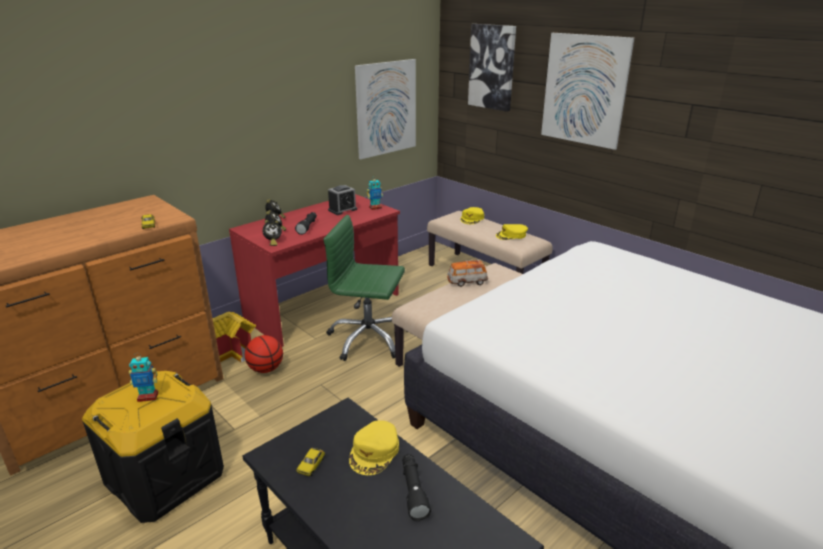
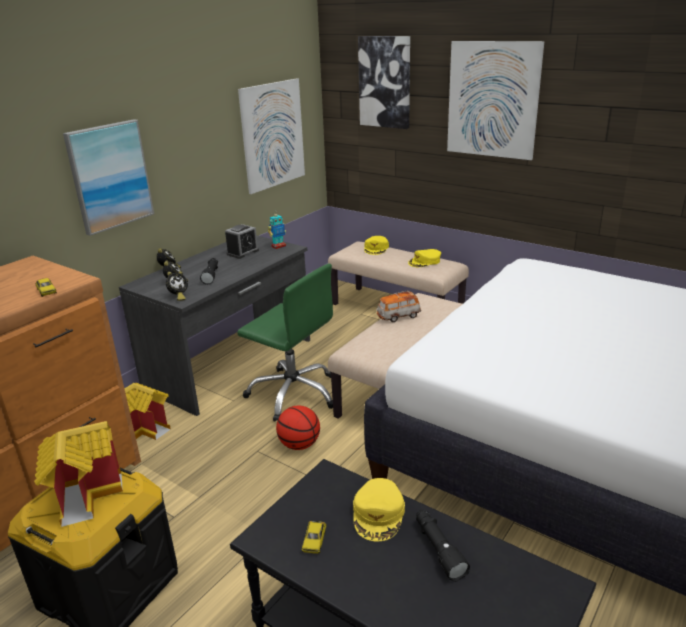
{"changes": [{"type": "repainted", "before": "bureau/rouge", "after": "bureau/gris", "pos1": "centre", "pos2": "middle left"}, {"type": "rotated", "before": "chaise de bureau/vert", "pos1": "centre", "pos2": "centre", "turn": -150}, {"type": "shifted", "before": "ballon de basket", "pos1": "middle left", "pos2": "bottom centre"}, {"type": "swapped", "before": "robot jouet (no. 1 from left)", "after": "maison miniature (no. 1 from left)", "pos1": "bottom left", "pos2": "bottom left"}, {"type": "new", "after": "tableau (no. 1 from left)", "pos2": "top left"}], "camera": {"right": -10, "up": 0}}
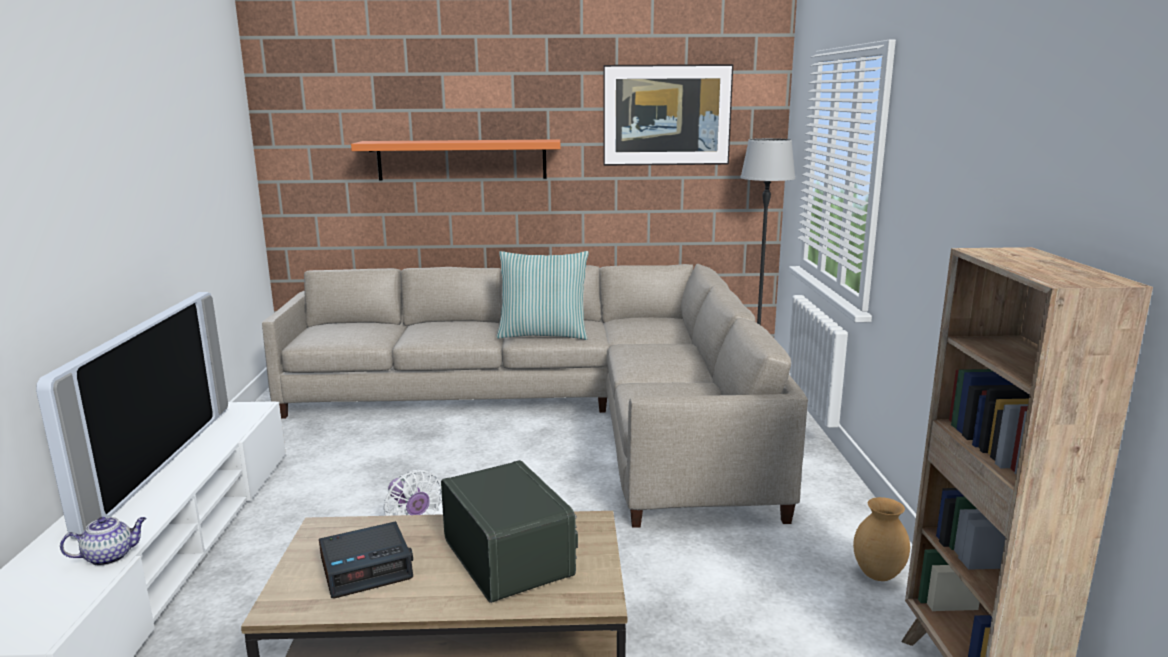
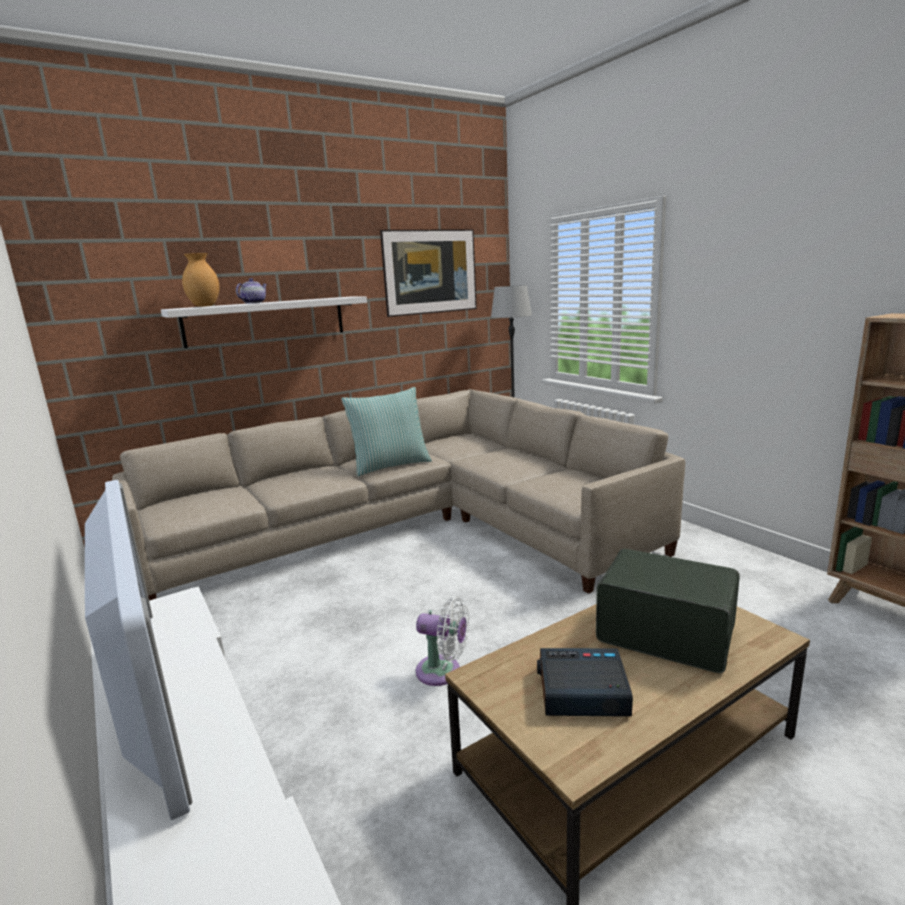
{"changes": [{"type": "repainted", "before": "étagère/orange", "after": "étagère/blanc", "pos1": "top centre", "pos2": "middle left"}, {"type": "shifted", "before": "vase/marron", "pos1": "bottom right", "pos2": "top left"}, {"type": "shifted", "before": "théière", "pos1": "bottom left", "pos2": "top left"}, {"type": "rotated", "before": "réveil", "pos1": "bottom left", "pos2": "bottom centre", "turn": -120}], "camera": {"right": -30, "up": 0}}
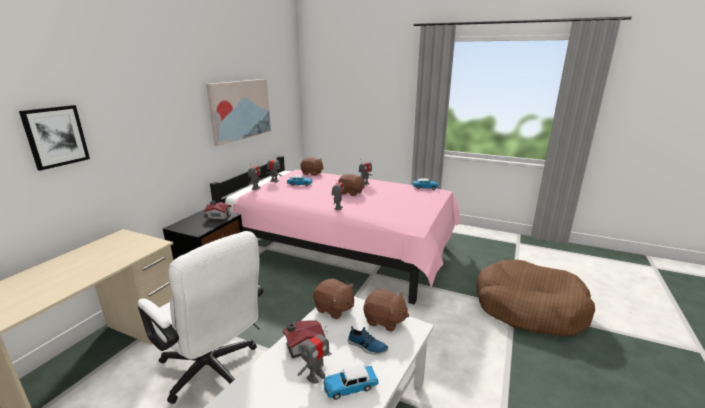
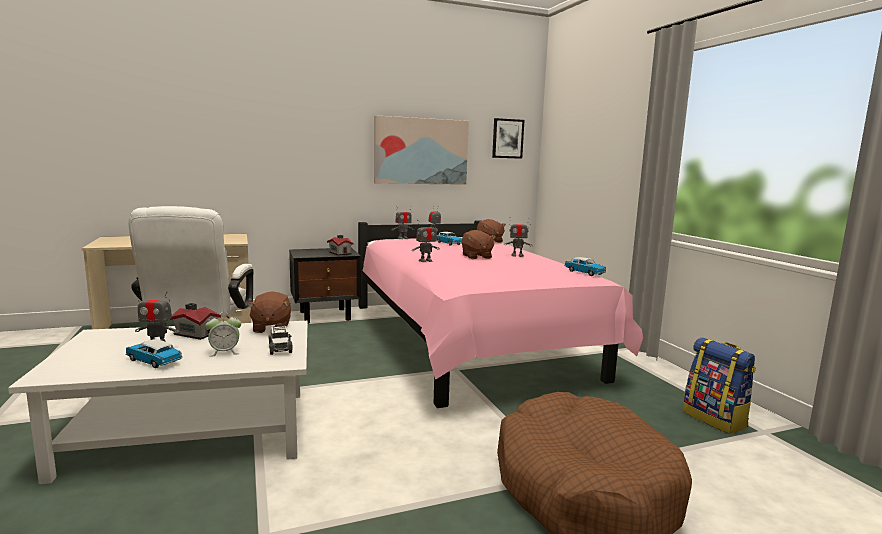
{"changes": [{"type": "shifted", "before": "tableau (no. 1 from left in the first image)", "after": "tableau (no. 2 from left)", "pos1": "middle left", "pos2": "top centre"}, {"type": "swapped", "before": "peluche/marron (no. 4 from left)", "after": "petite voiture (no. 2 from left)", "pos1": "bottom centre", "pos2": "middle left"}, {"type": "swapped", "before": "chaussure", "after": "réveil", "pos1": "bottom centre", "pos2": "middle left"}, {"type": "new", "after": "sac à dos", "pos2": "bottom right"}], "camera": {"right": 45, "up": -10}}
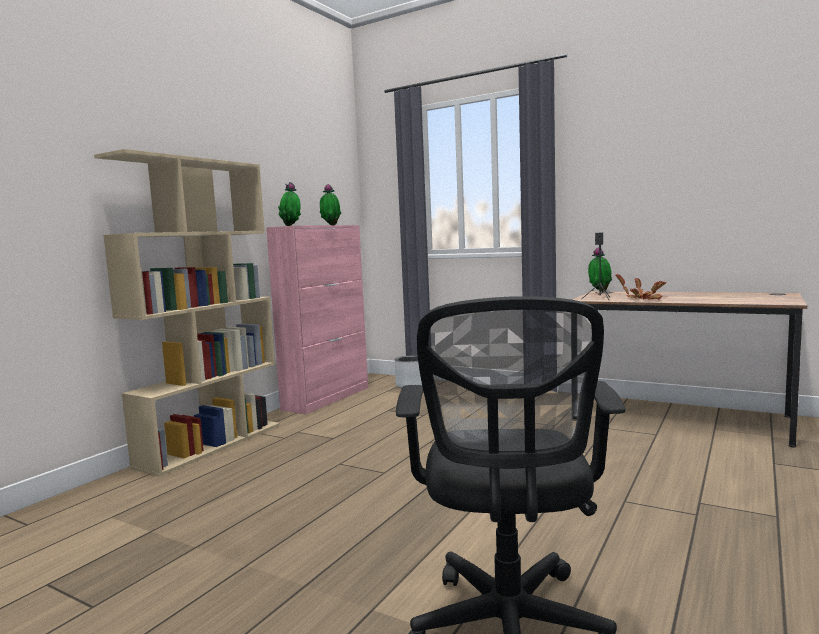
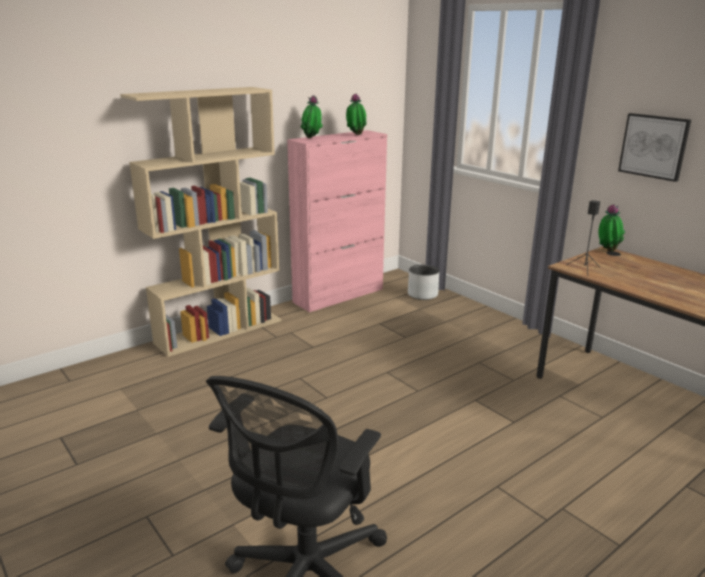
{"changes": [{"type": "gone", "before": "plante en pot (no. 4 from left)", "pos1": "middle right"}, {"type": "new", "after": "tableau", "pos2": "top right"}], "camera": {"right": 20, "up": 15}}
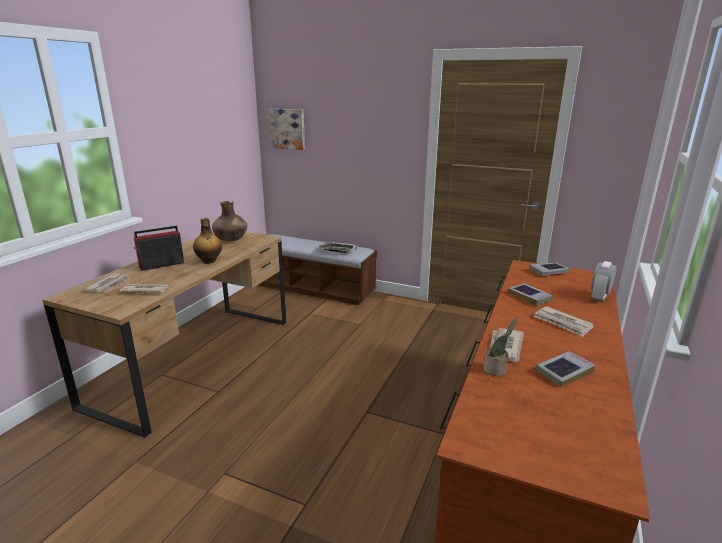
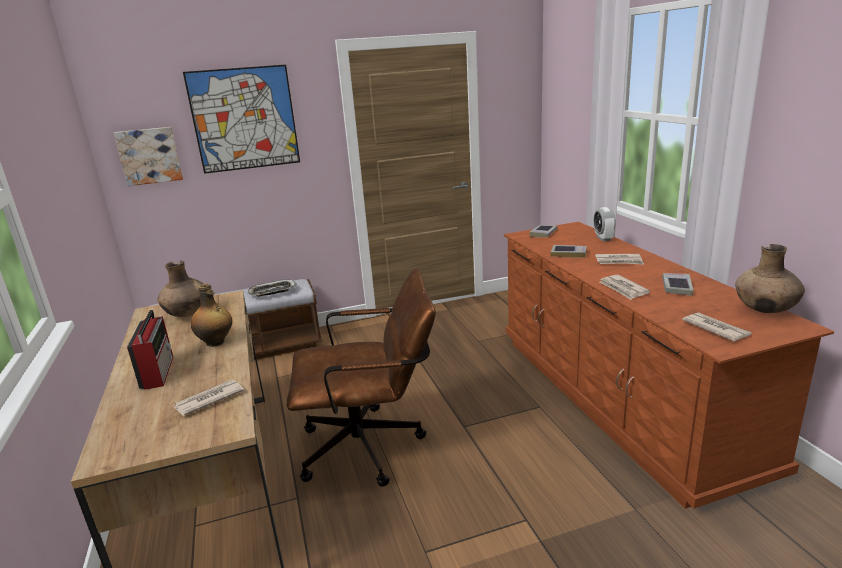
{"changes": [{"type": "rotated", "before": "radio", "pos1": "middle left", "pos2": "middle left", "turn": 150}, {"type": "shifted", "before": "journal (no. 1 from left in the first image)", "after": "journal (no. 4 from left)", "pos1": "middle left", "pos2": "middle right"}, {"type": "gone", "before": "plante en pot", "pos1": "middle right"}, {"type": "new", "after": "tableau (no. 2 from left)", "pos2": "top left"}, {"type": "new", "after": "vase/marron (no. 2 from left)", "pos2": "middle right"}, {"type": "new", "after": "chaise de bureau/marron", "pos2": "centre"}], "camera": {"right": -40, "up": 0}}
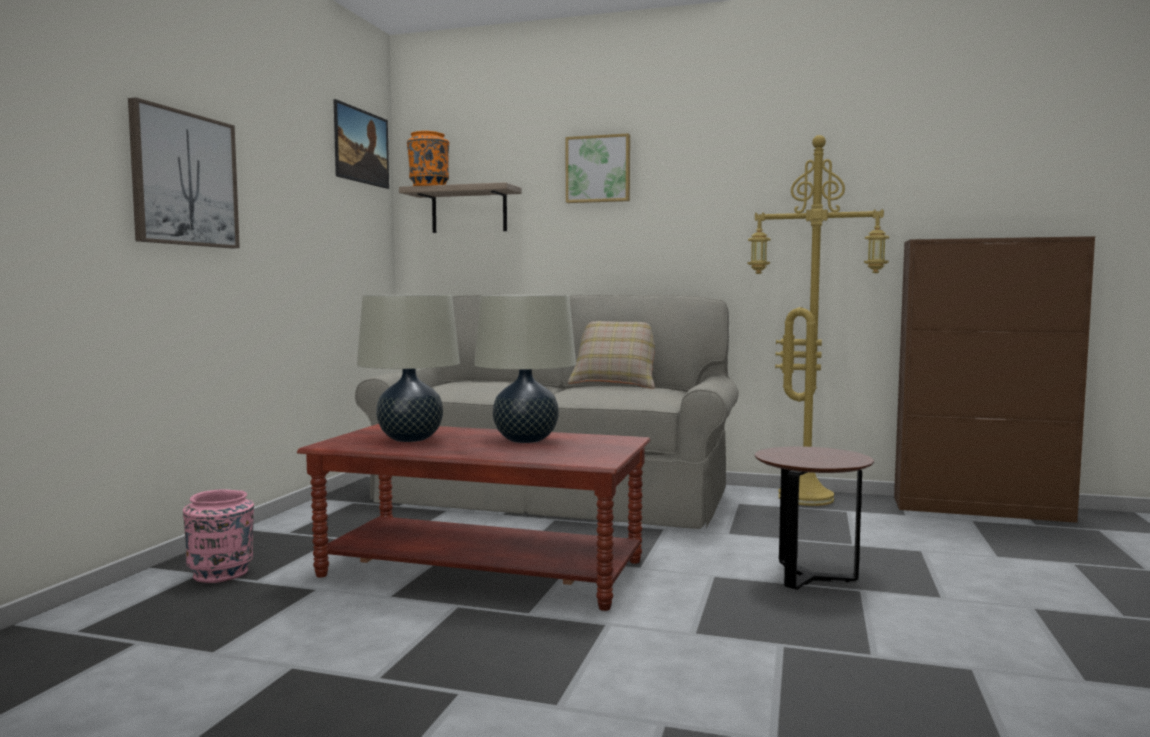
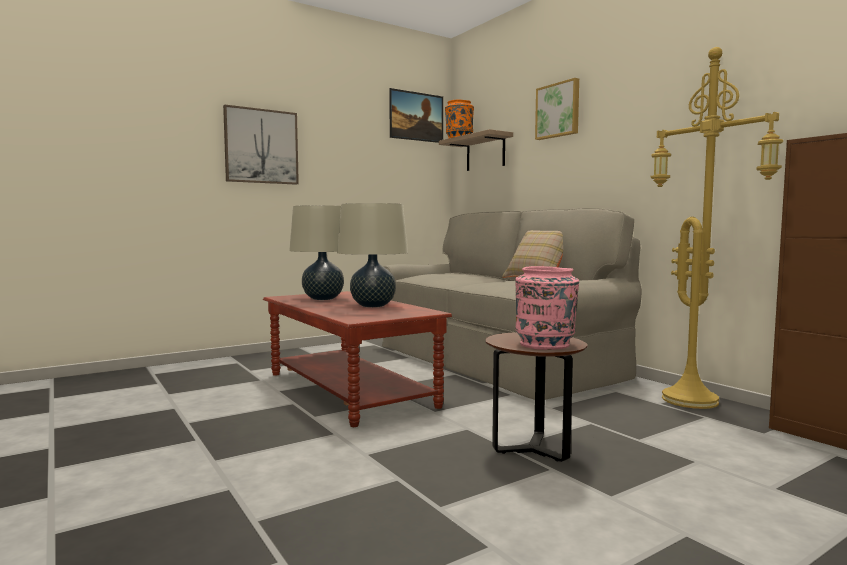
{"changes": [{"type": "shifted", "before": "vase/rose", "pos1": "bottom left", "pos2": "centre"}], "camera": {"right": 40, "up": 0}}
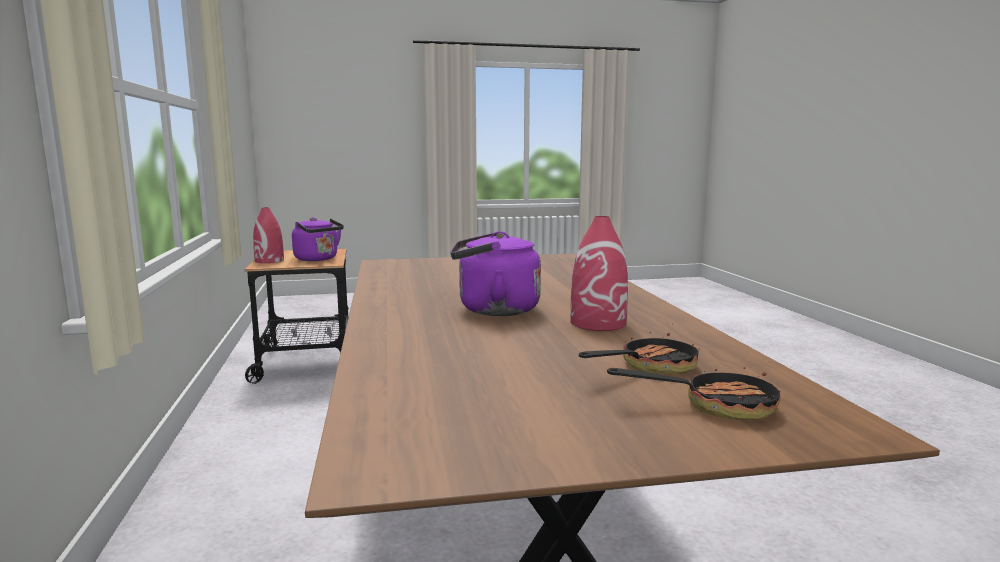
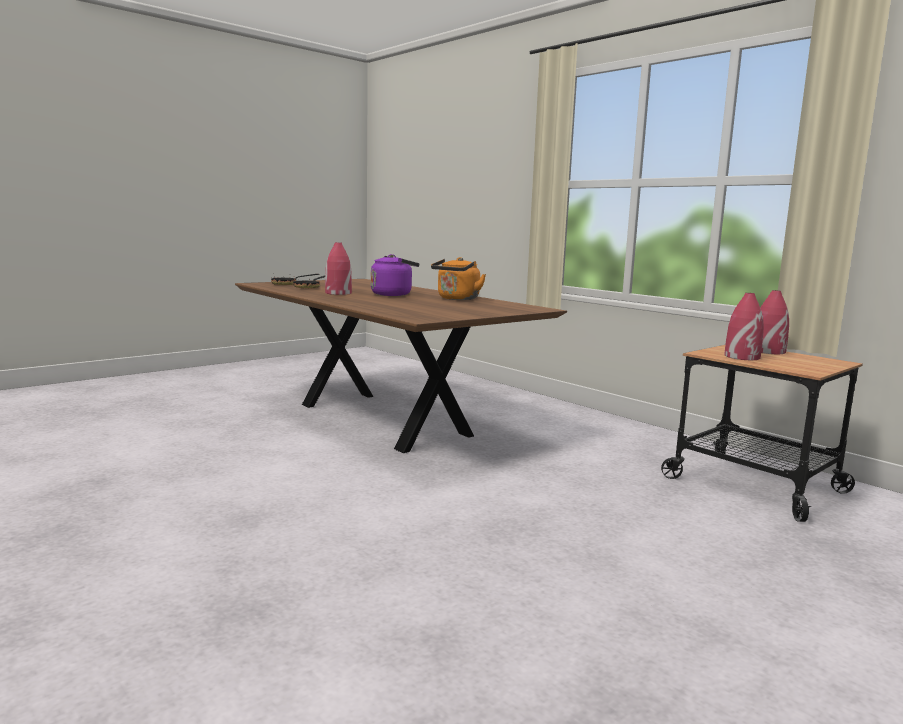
{"changes": [{"type": "swapped", "before": "bouilloire/violet (no. 1 from left)", "after": "vase/rouge (no. 2 from left)", "pos1": "middle left", "pos2": "middle right"}, {"type": "new", "after": "bouilloire/orange", "pos2": "centre"}], "camera": {"right": 150, "up": 0}}
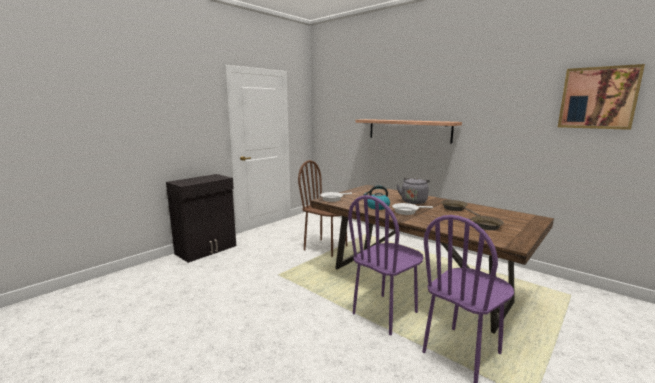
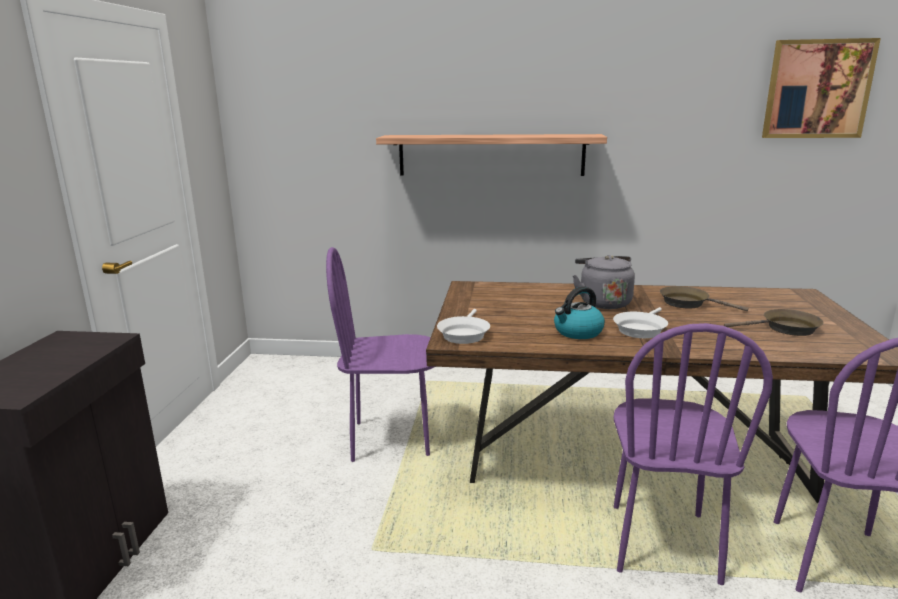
{"changes": [{"type": "repainted", "before": "chaise/marron", "after": "chaise/violet (no. 1 from left)", "pos1": "centre", "pos2": "centre"}], "camera": {"right": -35, "up": 5}}
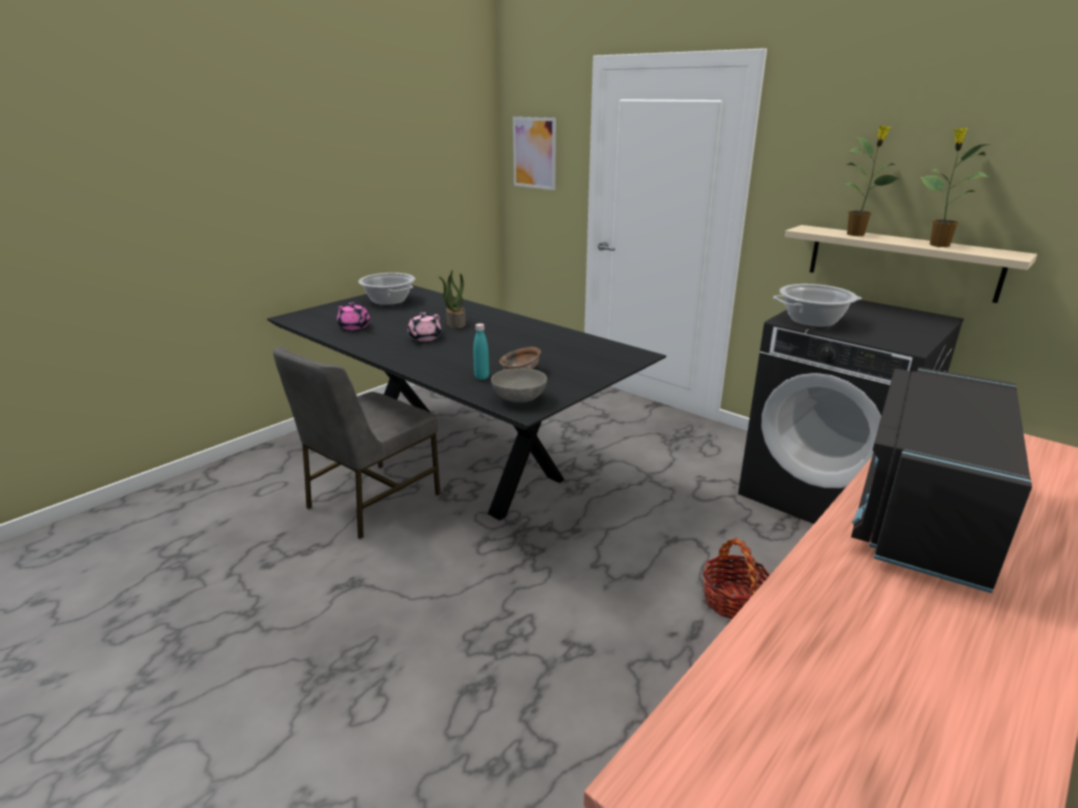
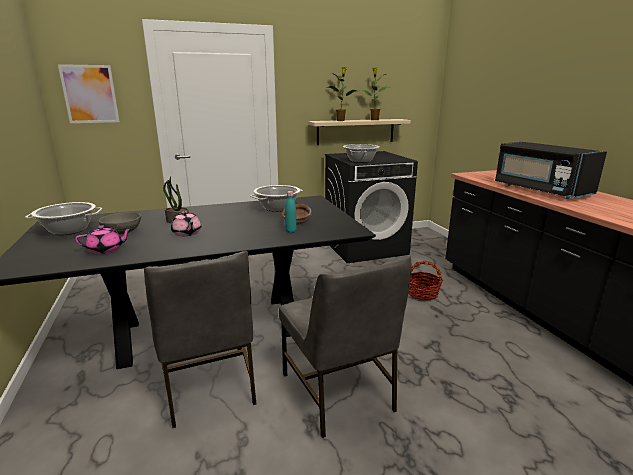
{"changes": [{"type": "shifted", "before": "bol/gris", "pos1": "centre", "pos2": "middle left"}, {"type": "new", "after": "marmite (no. 2 from left)", "pos2": "centre"}, {"type": "new", "after": "chaise/gris (no. 2 from left)", "pos2": "bottom centre"}], "camera": {"right": -60, "up": -5}}
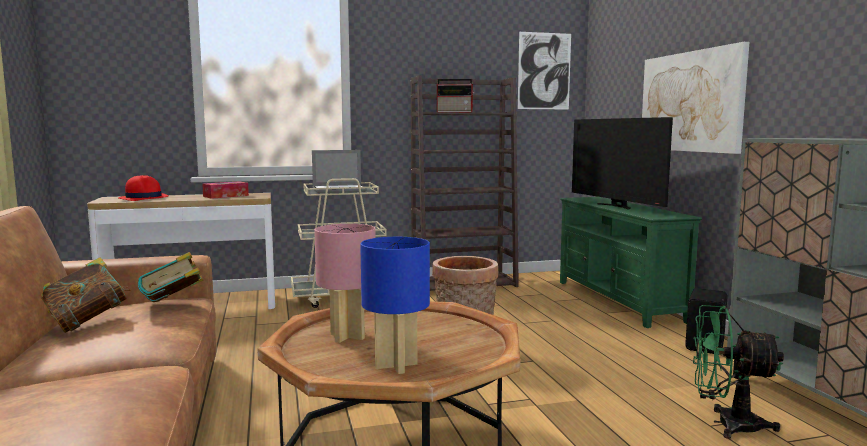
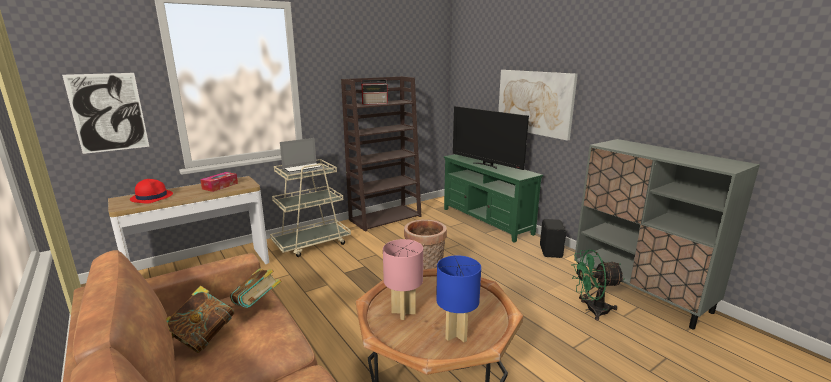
{"changes": [{"type": "shifted", "before": "tableau (no. 1 from left)", "pos1": "top centre", "pos2": "top left"}], "camera": {"right": -20, "up": 10}}
